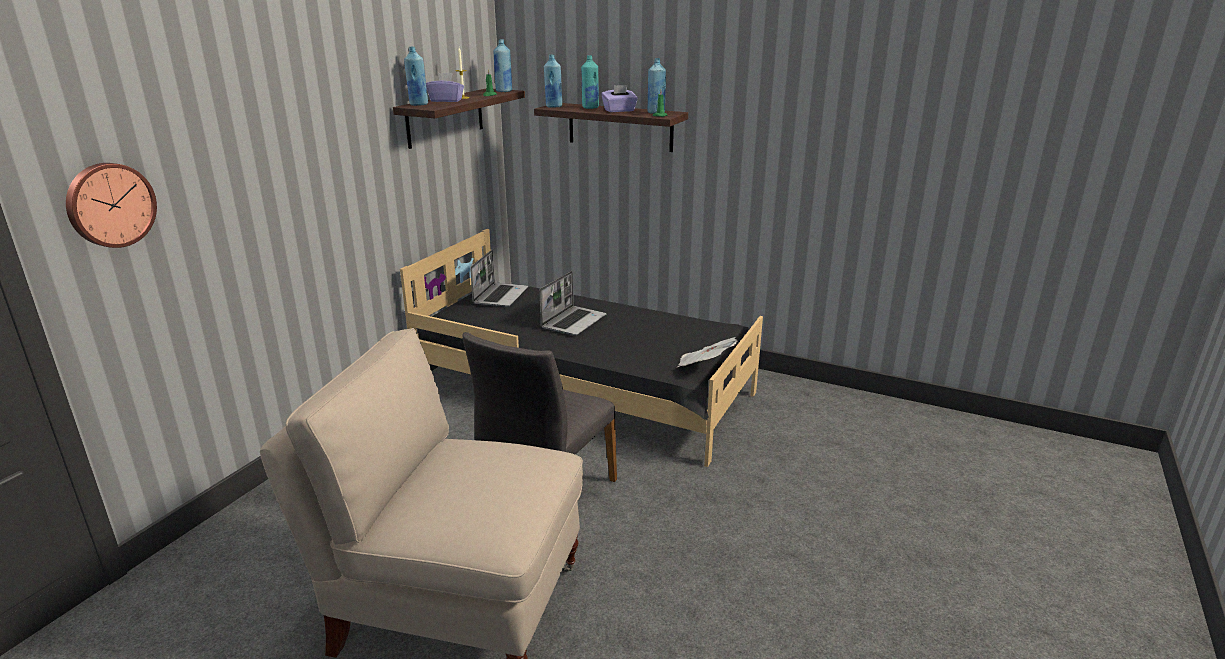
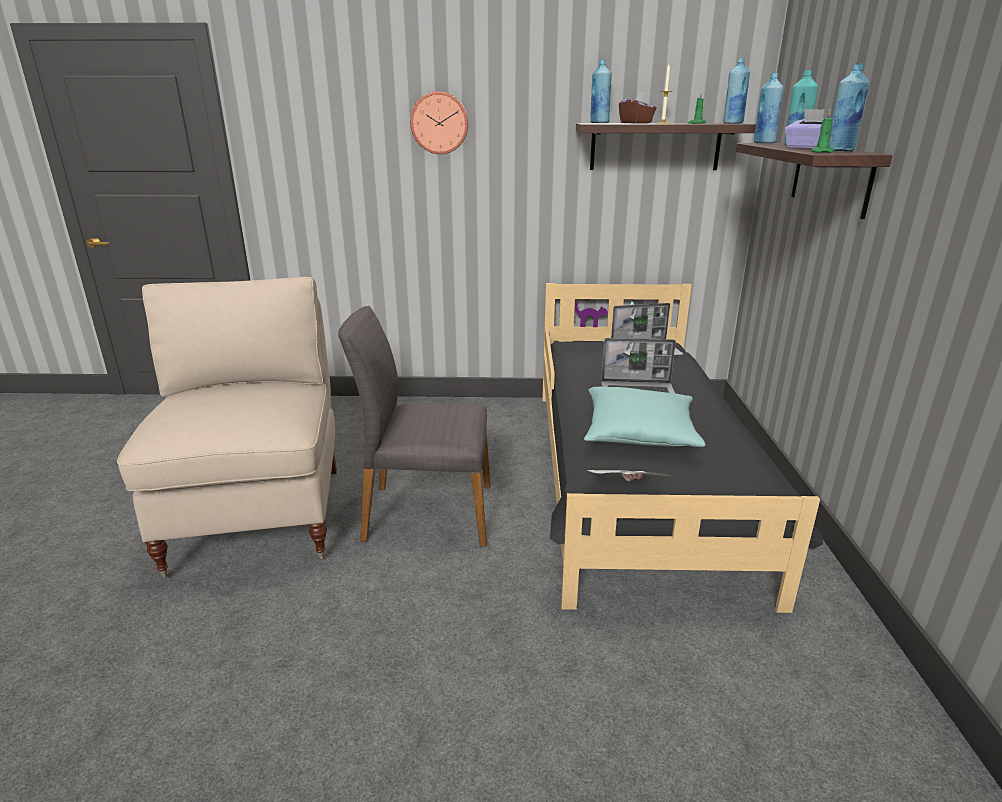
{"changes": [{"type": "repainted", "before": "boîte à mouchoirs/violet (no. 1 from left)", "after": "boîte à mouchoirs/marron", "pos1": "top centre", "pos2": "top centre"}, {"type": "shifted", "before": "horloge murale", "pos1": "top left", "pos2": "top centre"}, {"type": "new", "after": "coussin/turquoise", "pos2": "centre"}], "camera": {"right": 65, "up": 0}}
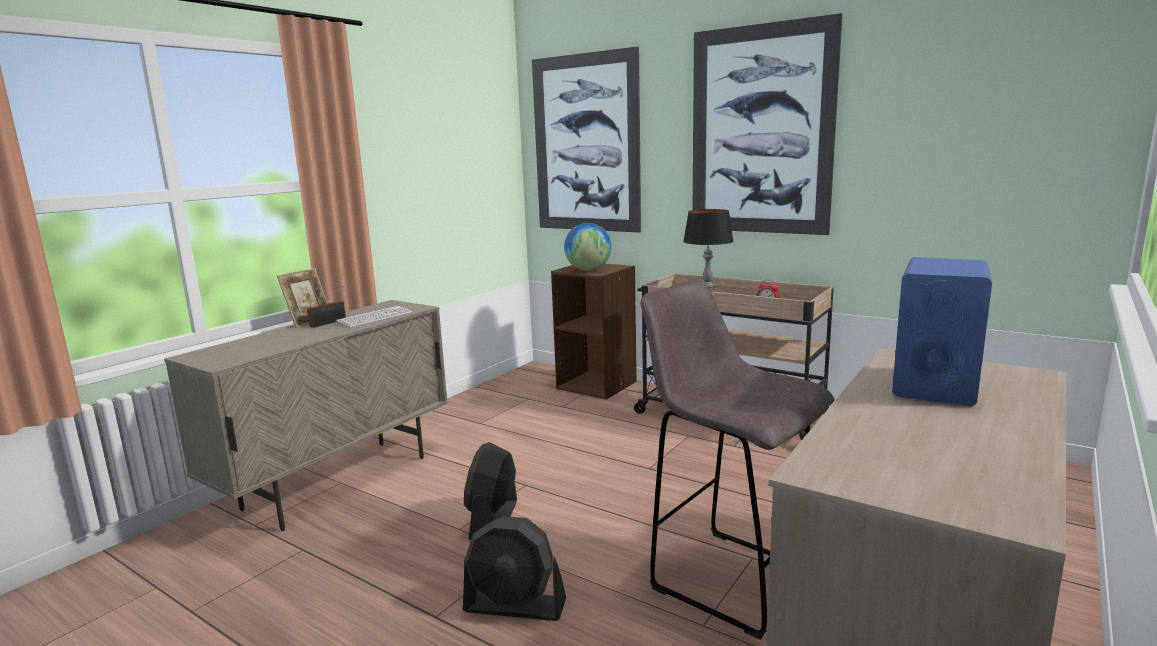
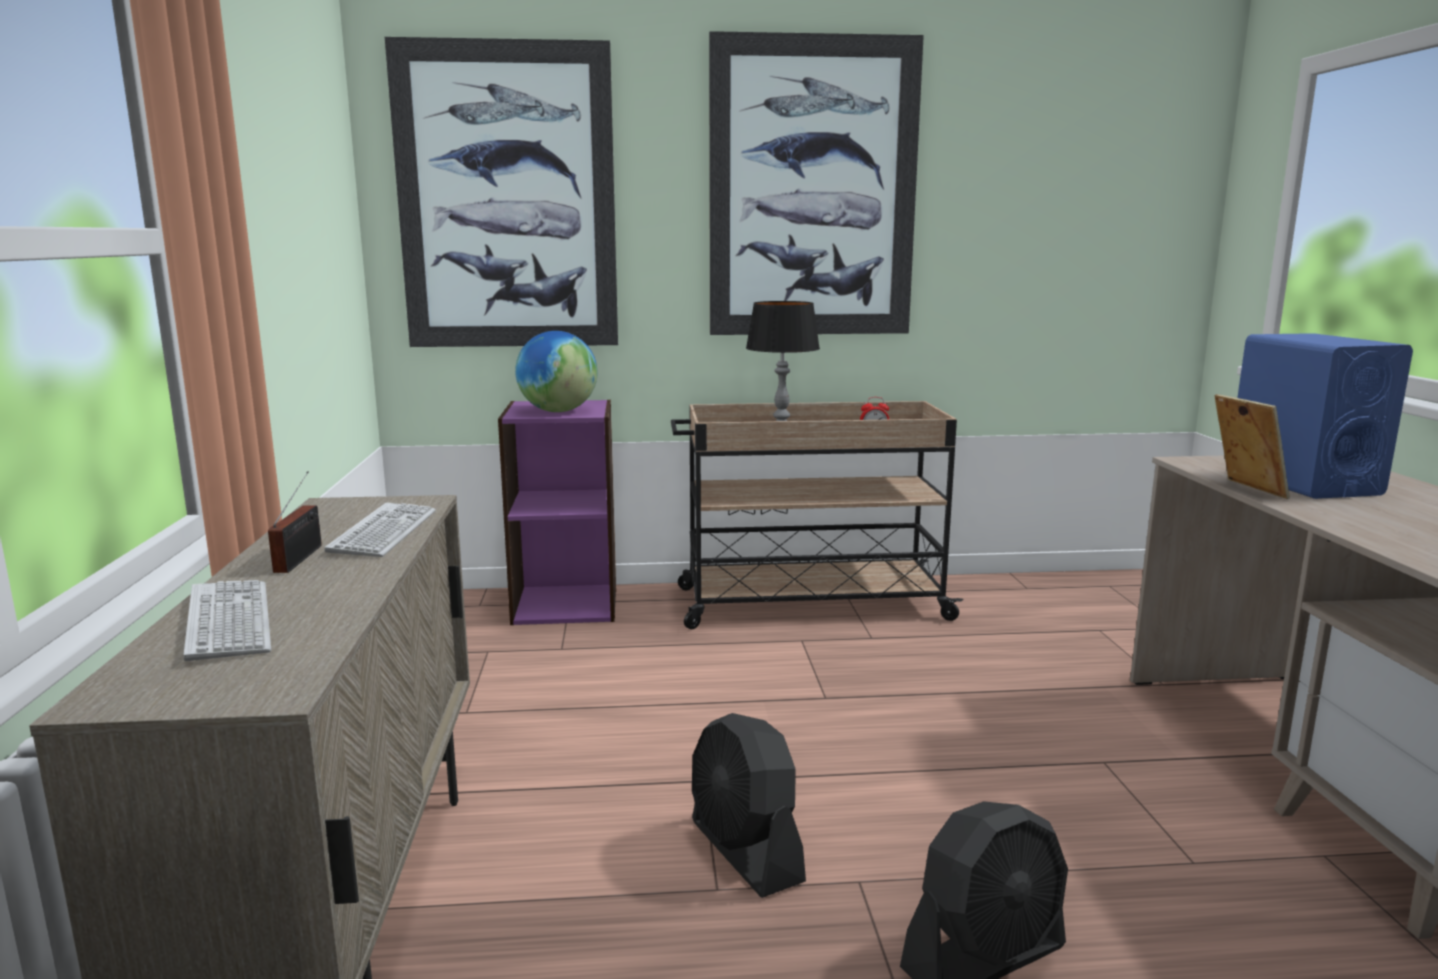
{"changes": [{"type": "repainted", "before": "bibliothèque/marron", "after": "bibliothèque/violet", "pos1": "centre", "pos2": "centre"}, {"type": "shifted", "before": "cadre photo", "pos1": "middle left", "pos2": "middle right"}, {"type": "gone", "before": "tabouret/gris", "pos1": "bottom centre"}, {"type": "new", "after": "clavier (no. 1 from left)", "pos2": "middle left"}], "camera": {"right": -40, "up": 0}}
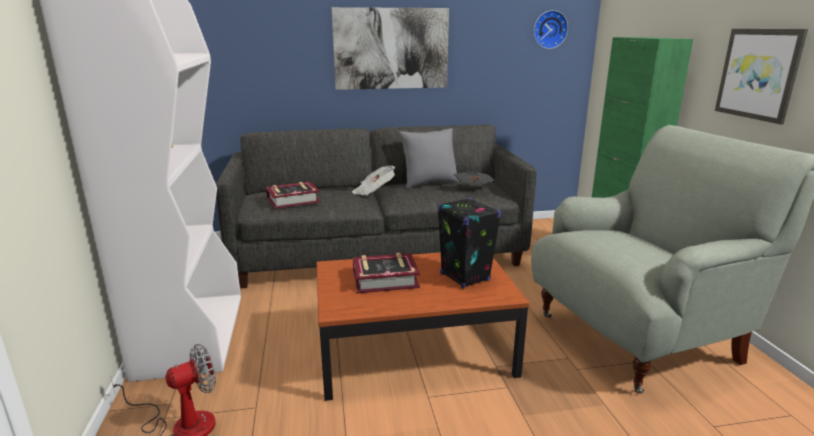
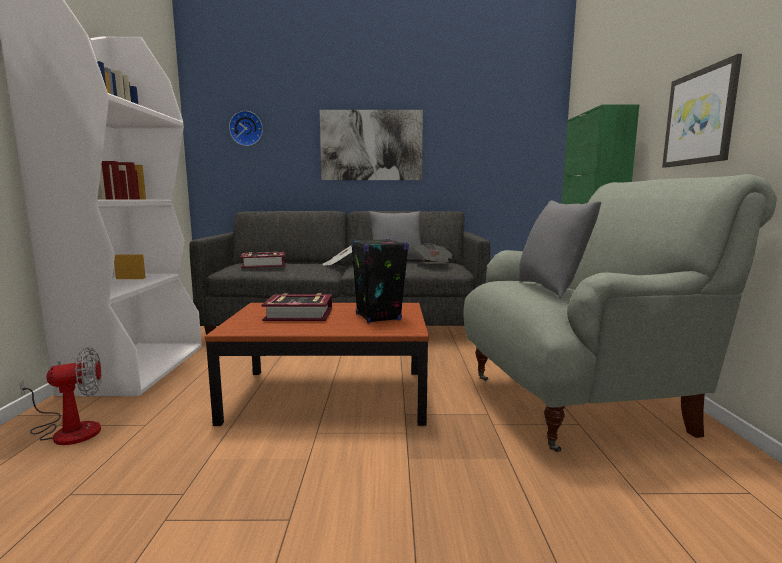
{"changes": [{"type": "shifted", "before": "horloge murale", "pos1": "top right", "pos2": "top left"}, {"type": "new", "after": "coussin/gris (no. 2 from left)", "pos2": "middle right"}], "camera": {"right": 10, "up": -10}}
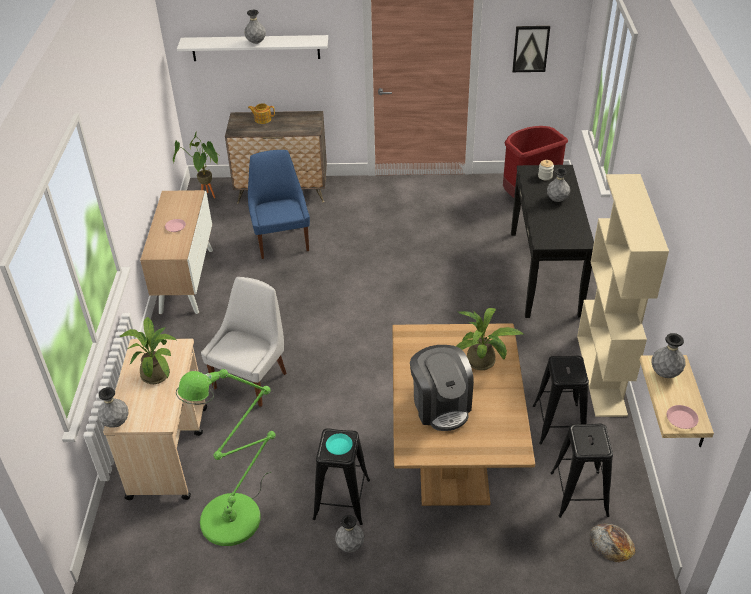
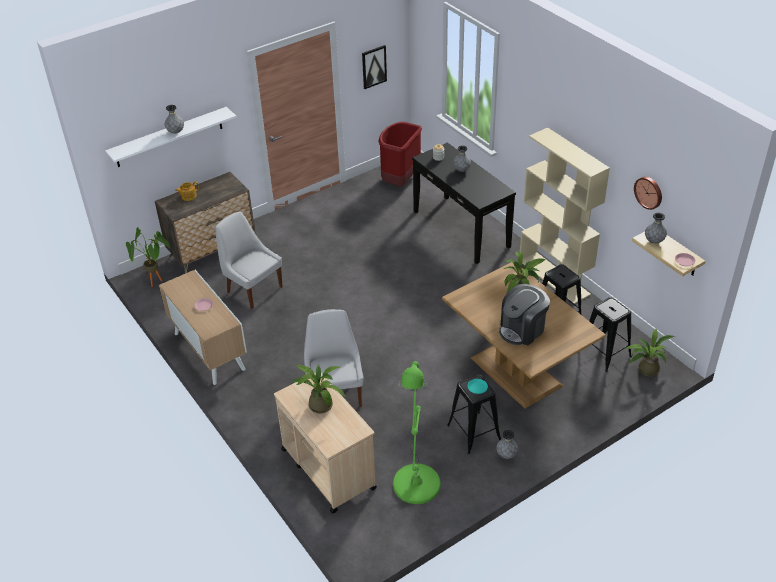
{"changes": [{"type": "repainted", "before": "chaise/bleu", "after": "chaise/blanc (no. 1 from left)", "pos1": "centre", "pos2": "middle left"}, {"type": "rotated", "before": "machine à café", "pos1": "centre", "pos2": "middle right", "turn": 105}, {"type": "gone", "before": "vase/gris (no. 1 from left)", "pos1": "bottom left"}, {"type": "swapped", "before": "pain", "after": "plante en pot (no. 4 from left)", "pos1": "bottom right", "pos2": "middle right"}, {"type": "new", "after": "horloge murale", "pos2": "top right"}], "camera": {"right": -35, "up": 0}}
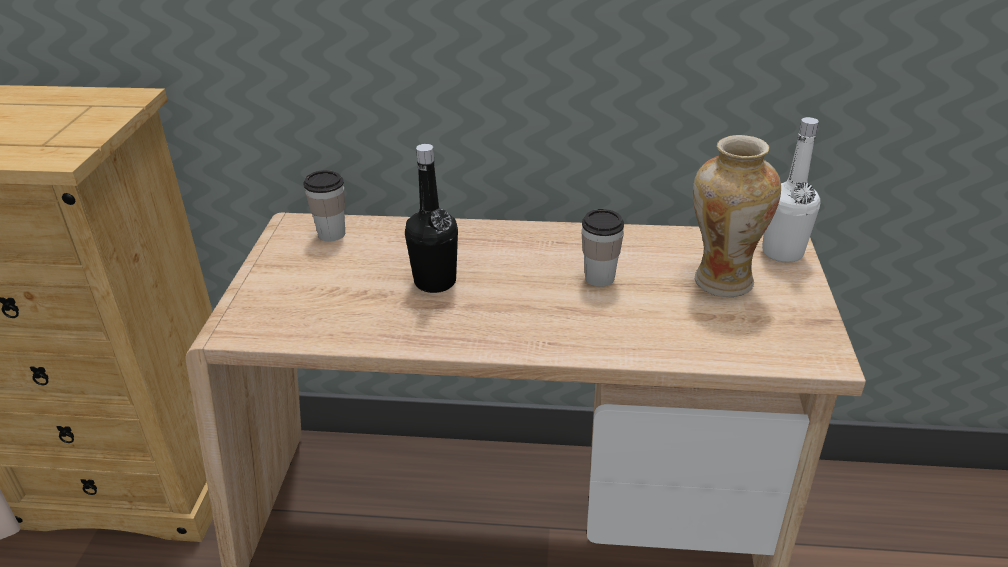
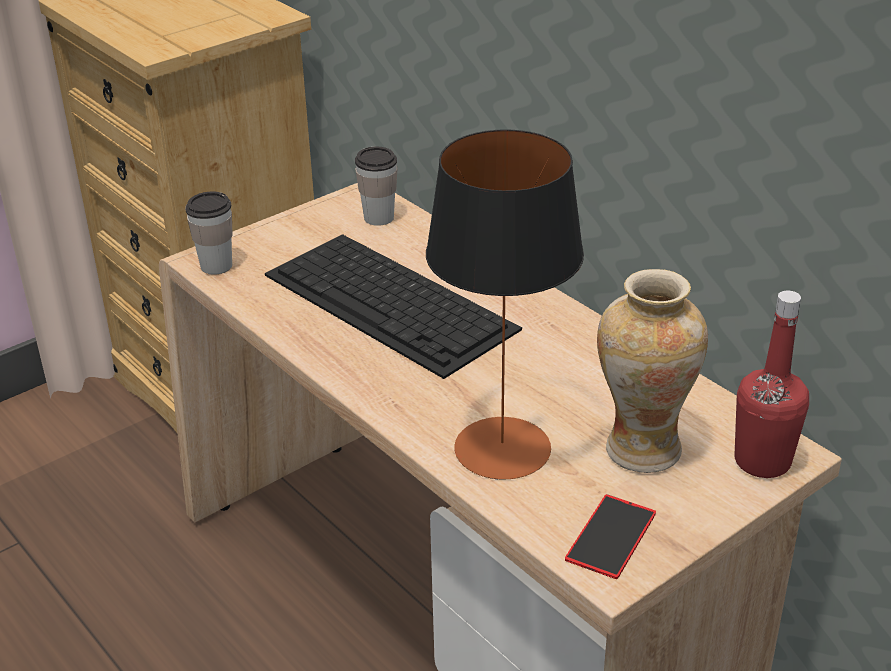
{"changes": [{"type": "repainted", "before": "bouteille/blanc", "after": "bouteille/rouge", "pos1": "middle right", "pos2": "middle right"}, {"type": "swapped", "before": "bouteille/noir", "after": "clavier", "pos1": "centre", "pos2": "centre"}, {"type": "shifted", "before": "tasse (no. 2 from left in the first image)", "after": "tasse (no. 1 from left)", "pos1": "centre", "pos2": "middle left"}, {"type": "new", "after": "lampe de table", "pos2": "centre"}, {"type": "new", "after": "téléphone", "pos2": "bottom right"}], "camera": {"right": 45, "up": 0}}
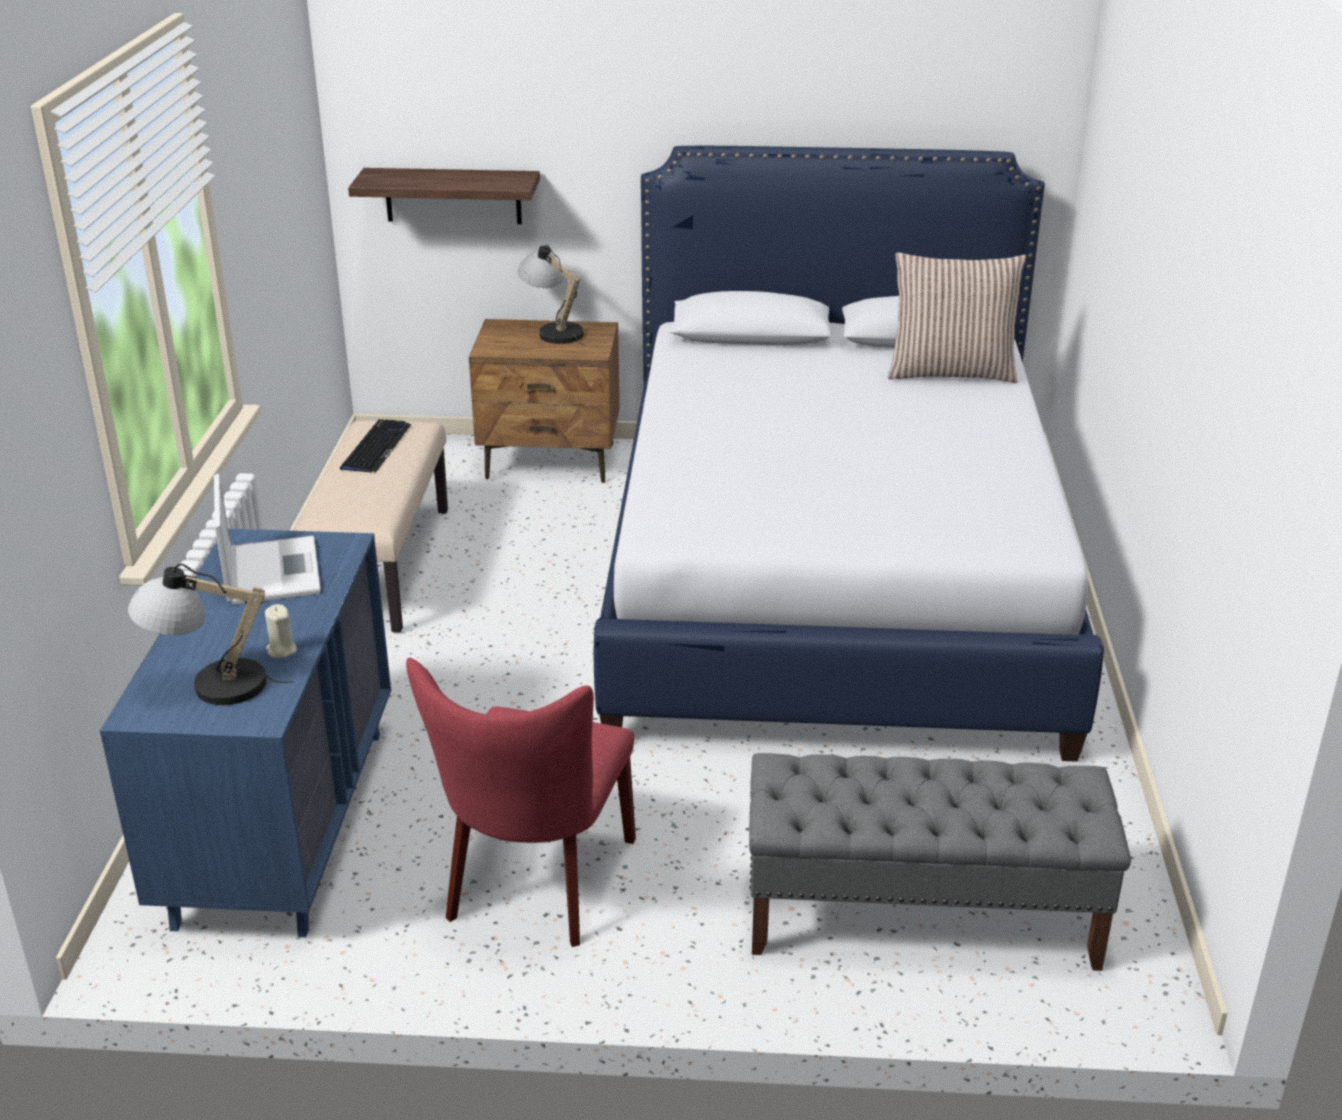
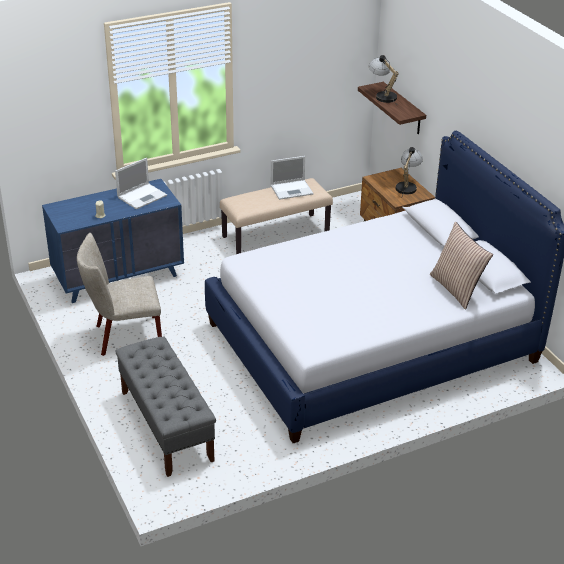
{"changes": [{"type": "swapped", "before": "clavier", "after": "ordinateur portable (no. 2 from left)", "pos1": "middle left", "pos2": "top centre"}, {"type": "shifted", "before": "lampe de table (no. 1 from left)", "pos1": "middle left", "pos2": "top right"}, {"type": "repainted", "before": "chaise/rouge", "after": "chaise/beige", "pos1": "bottom centre", "pos2": "middle left"}], "camera": {"right": 60, "up": 5}}
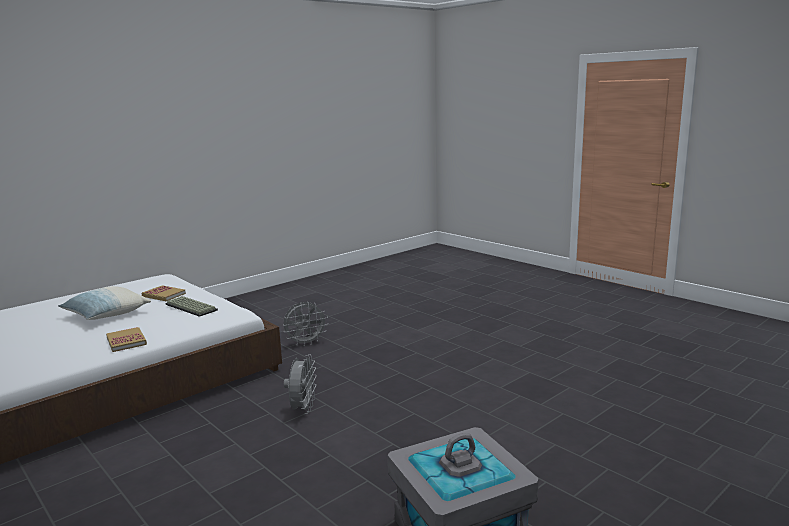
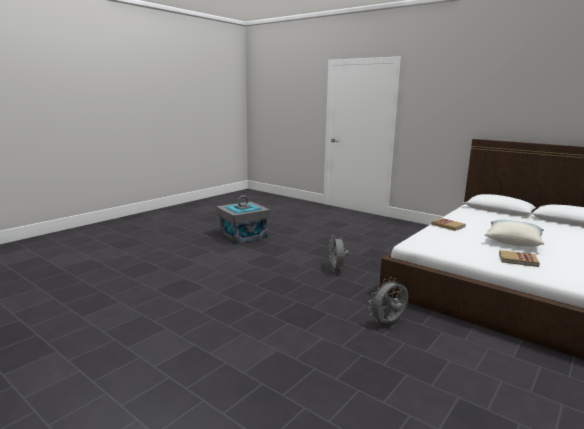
{"changes": [{"type": "gone", "before": "clavier", "pos1": "middle left"}], "camera": {"right": 170, "up": 0}}
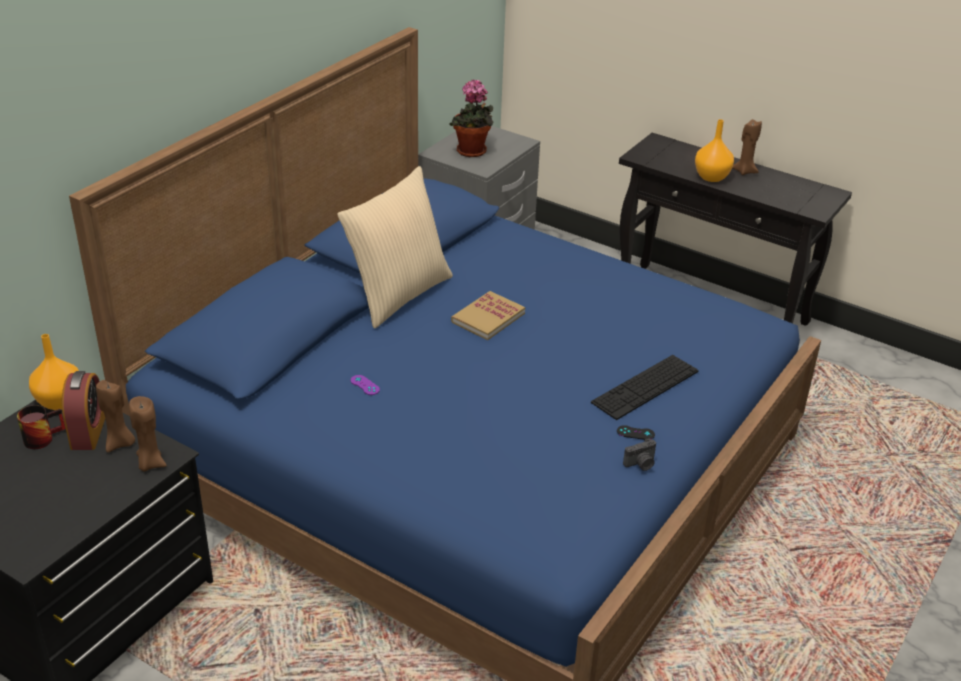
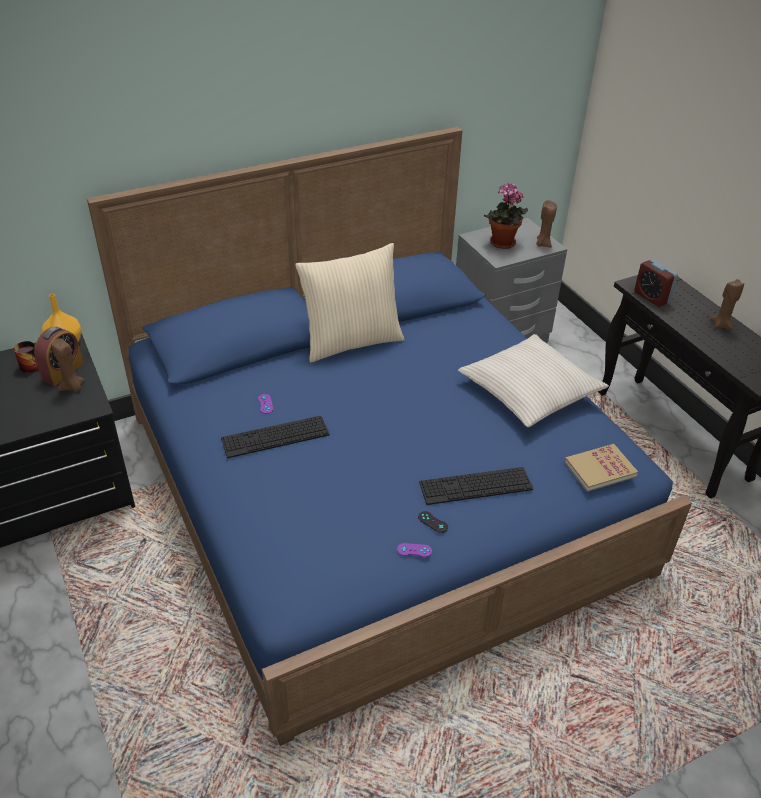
{"changes": [{"type": "gone", "before": "vase/orange (no. 2 from left)", "pos1": "top right"}, {"type": "shifted", "before": "livre", "pos1": "centre", "pos2": "middle right"}, {"type": "shifted", "before": "bougie/marron (no. 2 from left)", "pos1": "middle left", "pos2": "top right"}, {"type": "swapped", "before": "appareil photo", "after": "manette/violet (no. 2 from left)", "pos1": "bottom centre", "pos2": "bottom centre"}, {"type": "new", "after": "réveil (no. 2 from left)", "pos2": "middle right"}, {"type": "new", "after": "coussin/beige (no. 2 from left)", "pos2": "middle right"}, {"type": "new", "after": "clavier (no. 1 from left)", "pos2": "centre"}], "camera": {"right": 30, "up": 5}}
